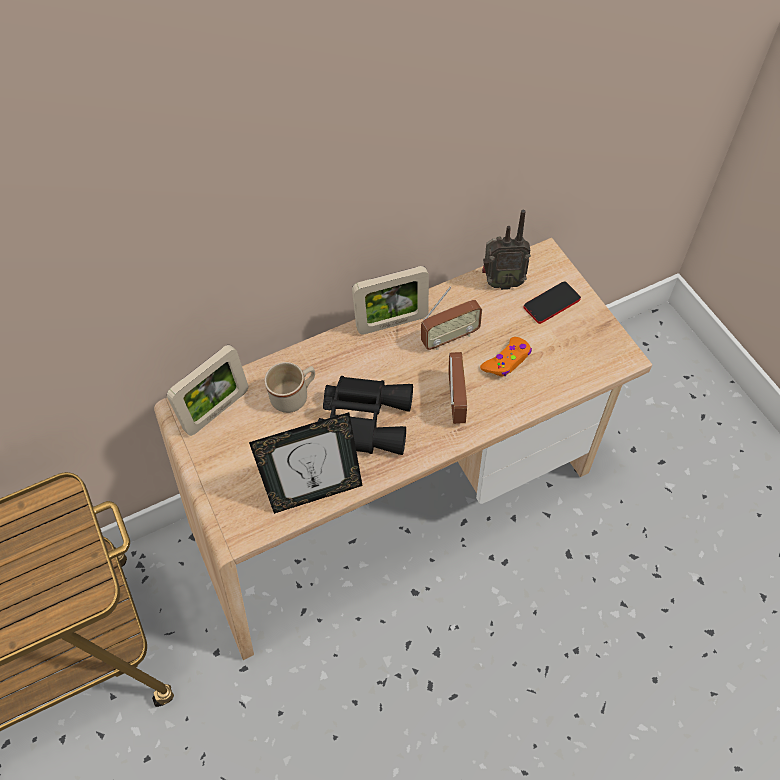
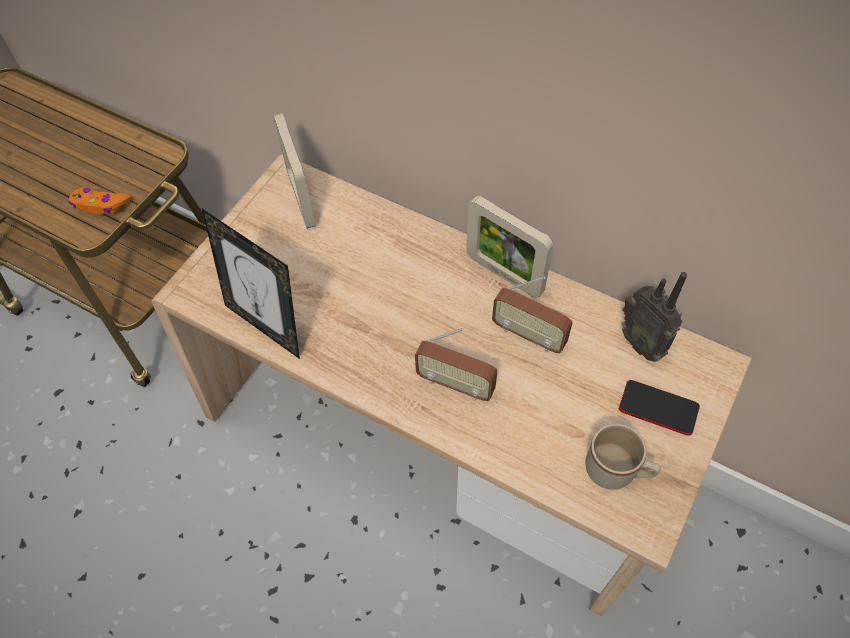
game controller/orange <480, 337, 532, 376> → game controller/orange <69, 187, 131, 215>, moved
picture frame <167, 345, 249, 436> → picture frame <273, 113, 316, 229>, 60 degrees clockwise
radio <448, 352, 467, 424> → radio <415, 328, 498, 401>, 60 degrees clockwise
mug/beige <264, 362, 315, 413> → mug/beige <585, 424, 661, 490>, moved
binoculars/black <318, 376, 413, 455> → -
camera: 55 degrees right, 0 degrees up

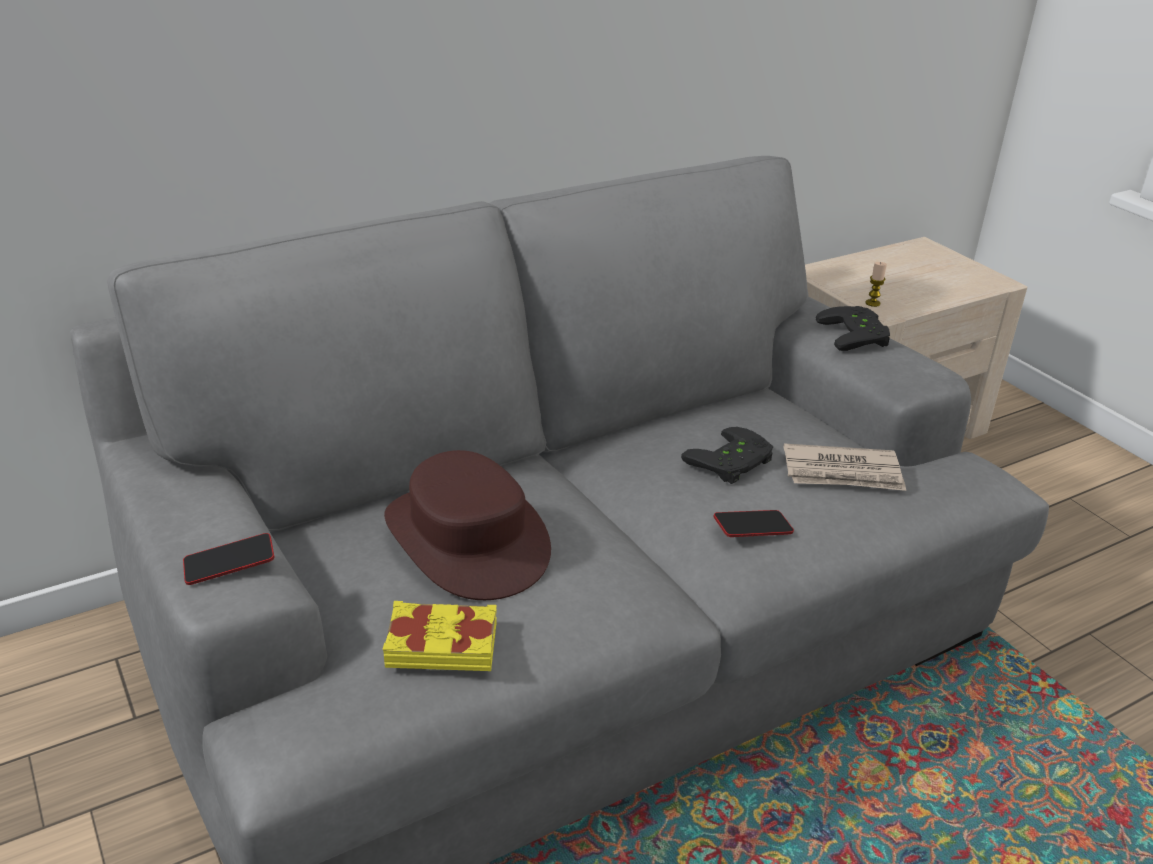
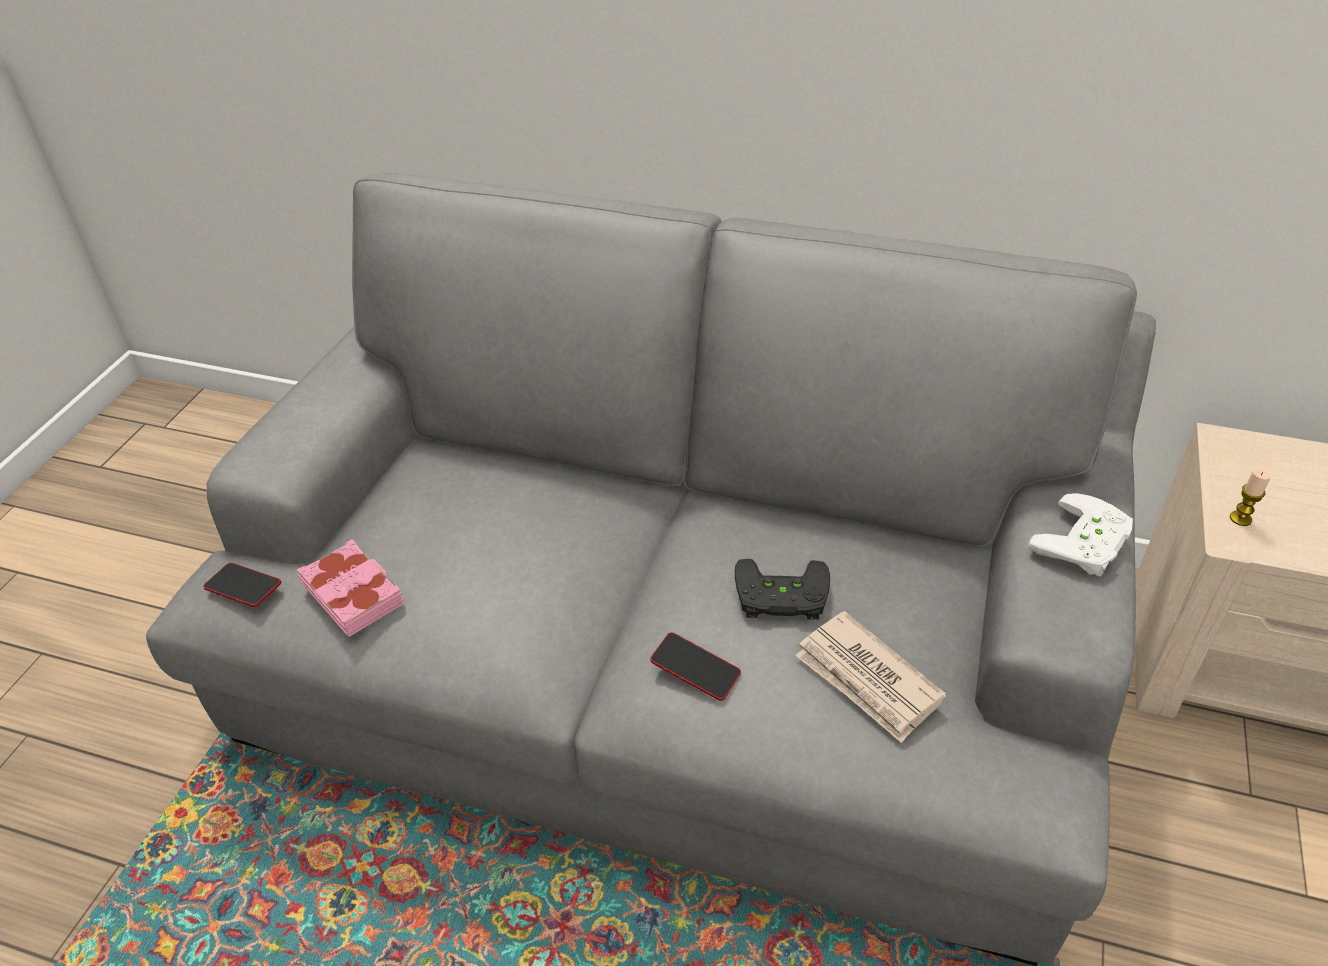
game controller/black <816, 306, 890, 351> → game controller/white <1028, 493, 1133, 576>
hat/brown <384, 450, 551, 600> → -
phone <183, 533, 274, 585> → phone <203, 563, 281, 607>, moved
book/yellow <383, 601, 497, 671> → book/pink <297, 539, 404, 637>
camera: 50 degrees right, 10 degrees up

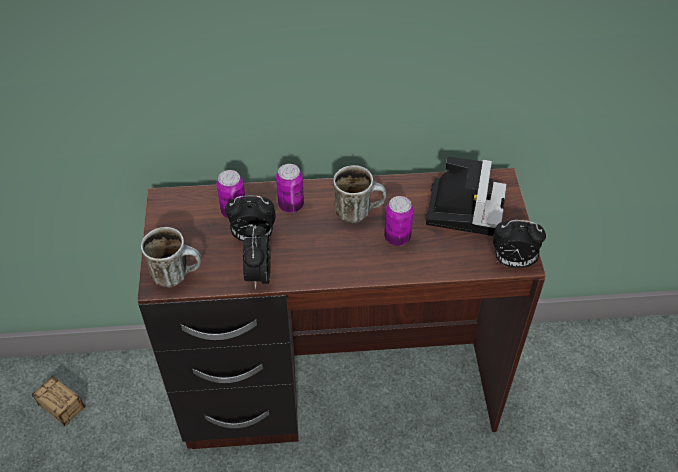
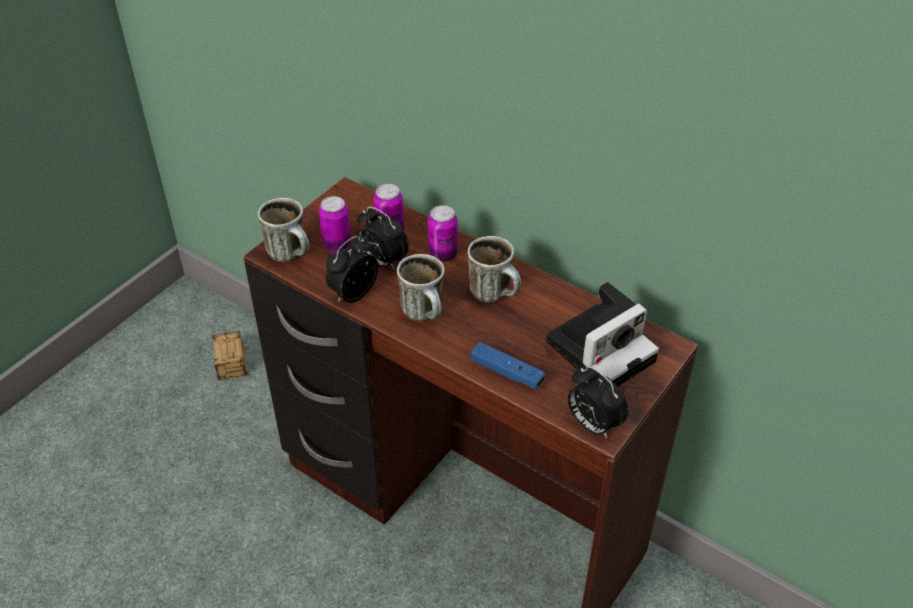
can <384, 196, 414, 246> → can <319, 196, 351, 253>, moved
- → mug <397, 254, 445, 321>
- → game controller/blue <471, 342, 545, 389>
camera: 40 degrees right, 5 degrees down

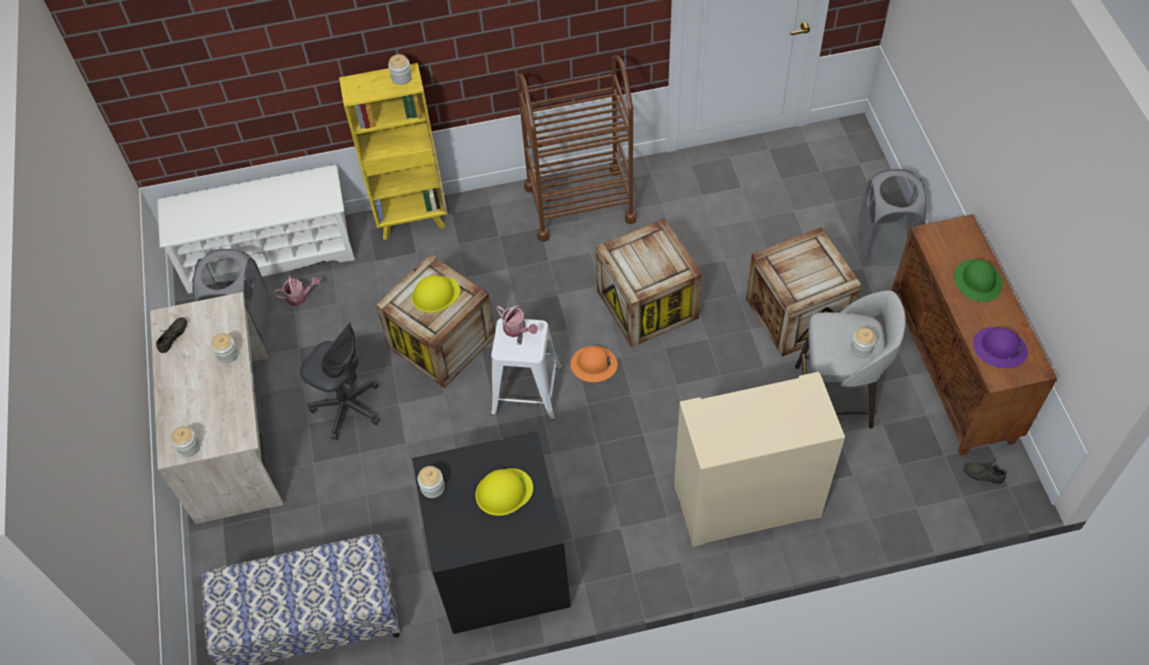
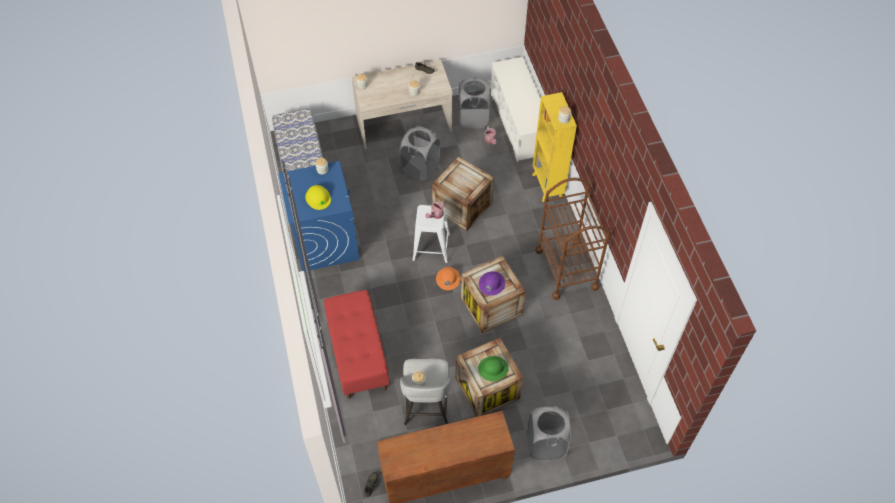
hard hat/green <954, 259, 1003, 302> → hard hat/green <478, 356, 509, 381>, moved
hard hat/yellow <412, 275, 460, 313> → -
office chair/grey <300, 322, 380, 440> → laundry basket/grey <400, 126, 440, 181>
hard hat/purple <973, 327, 1028, 368> → hard hat/purple <479, 271, 505, 296>, moved
cabinet/beige <674, 372, 845, 547> → bench/red <324, 290, 390, 399>
washing machine/black <412, 431, 571, 634> → washing machine/blue <278, 161, 359, 272>
camera: 85 degrees right, 0 degrees up

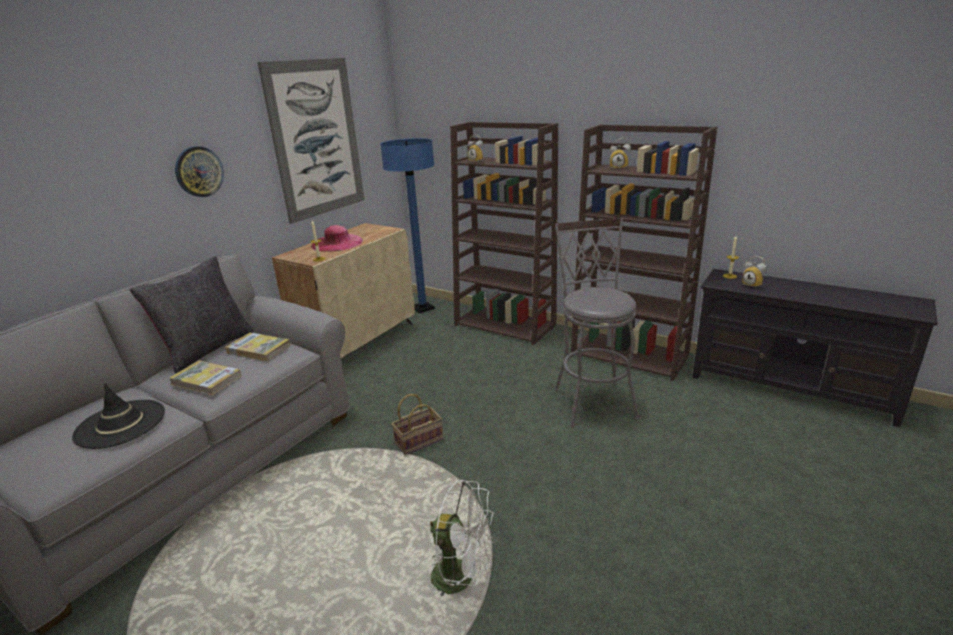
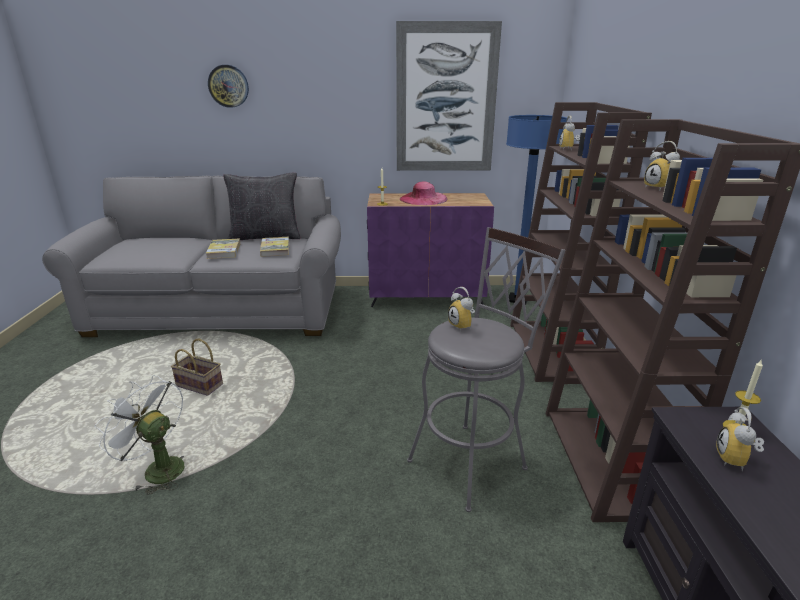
wall clock <175, 146, 224, 197> → wall clock <208, 65, 249, 108>, moved
cabinet/beige <272, 223, 415, 358> → cabinet/purple <367, 193, 494, 307>
hat/black <72, 383, 165, 449> → -
basket <391, 394, 443, 455> → basket <171, 338, 223, 396>, moved
fan/white <430, 480, 494, 596> → fan/white <95, 375, 185, 495>, 135 degrees clockwise
- → alarm clock <448, 287, 475, 331>
camera: 55 degrees right, 0 degrees up

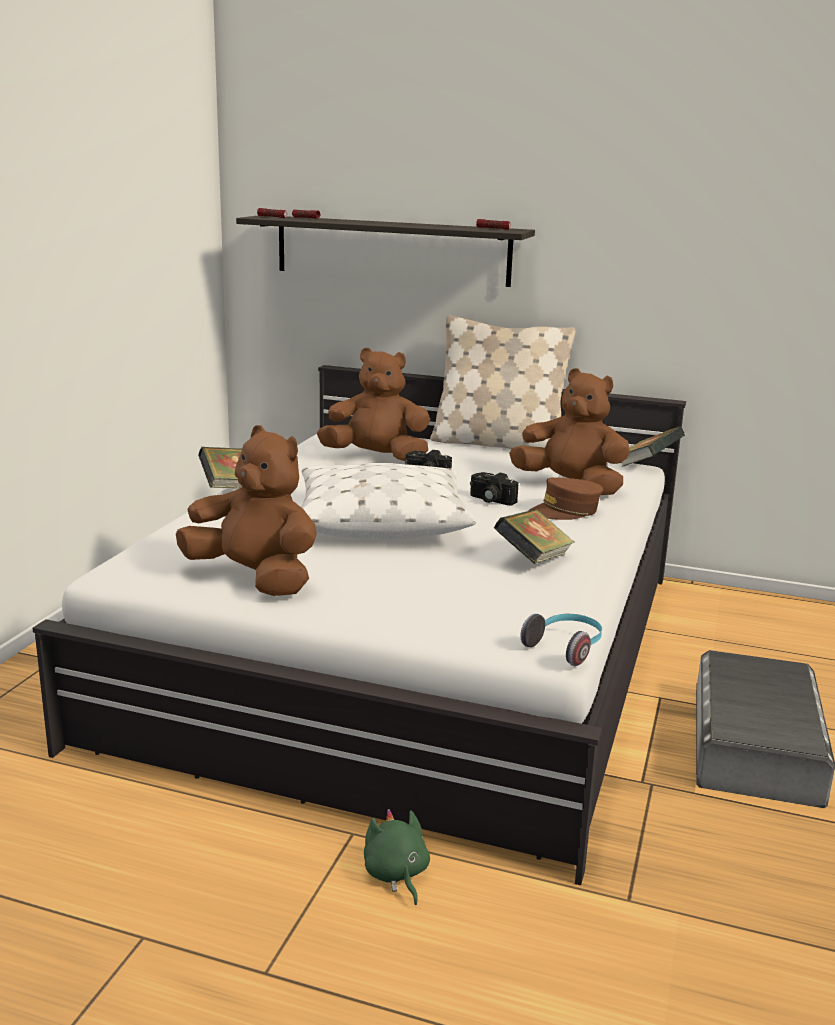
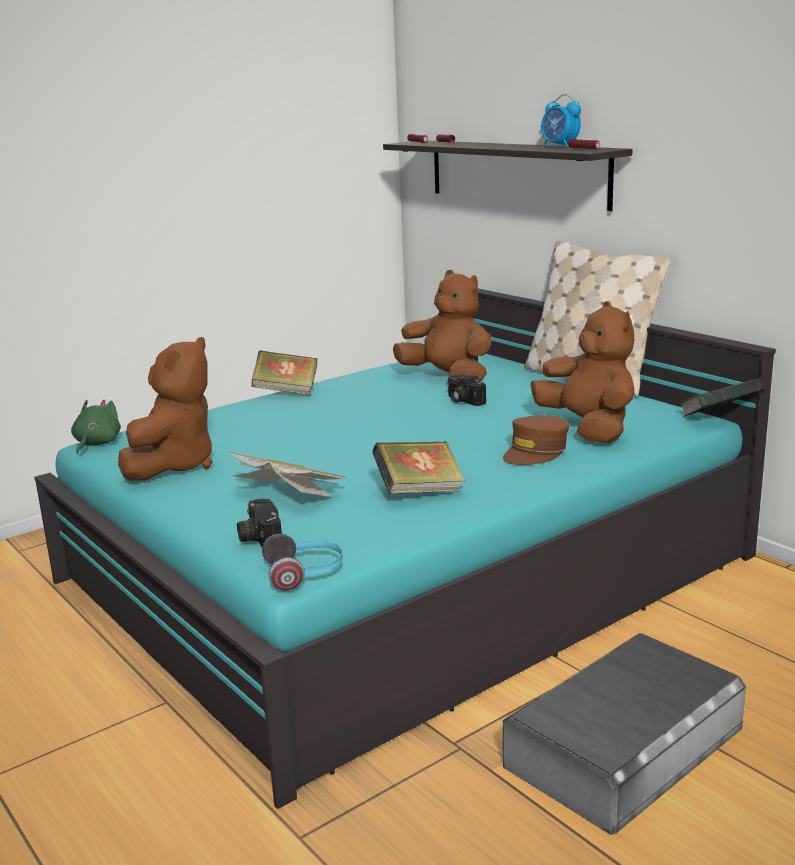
bed/white <33, 365, 686, 885> → bed/turquoise <34, 288, 776, 809>
plush toy/brown <176, 425, 317, 596> → plush toy/brown <118, 337, 213, 481>, 45 degrees clockwise
pillow/white <301, 463, 476, 539> → -
photo camera <470, 472, 518, 506> → photo camera <237, 499, 282, 547>, moved
cap/brown <529, 477, 603, 520> → cap/brown <503, 415, 570, 465>, 60 degrees counterclockwise
plush toy/green <364, 809, 430, 905> → plush toy/green <71, 399, 121, 454>, moved
- → alarm clock <541, 94, 581, 147>
- → book <229, 452, 346, 497>
camera: 35 degrees right, 0 degrees up

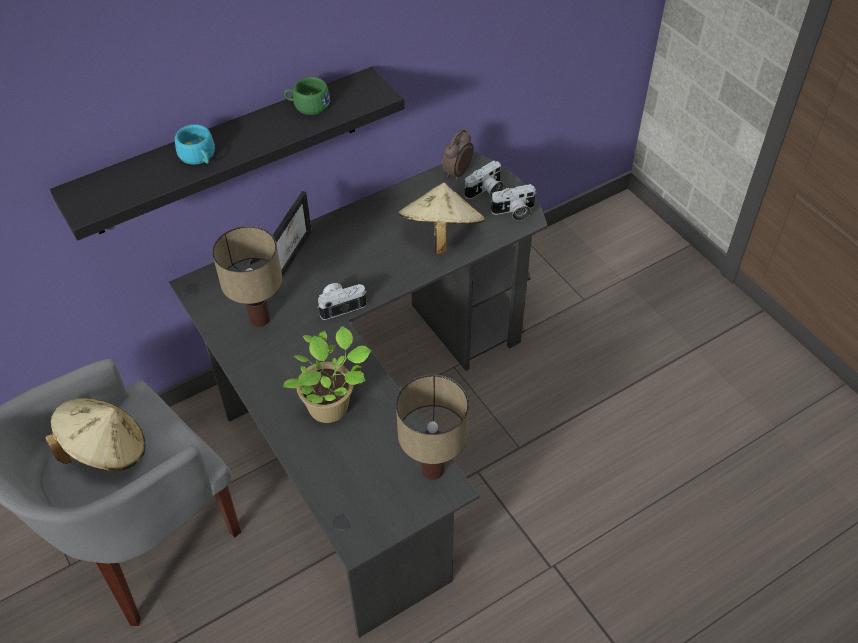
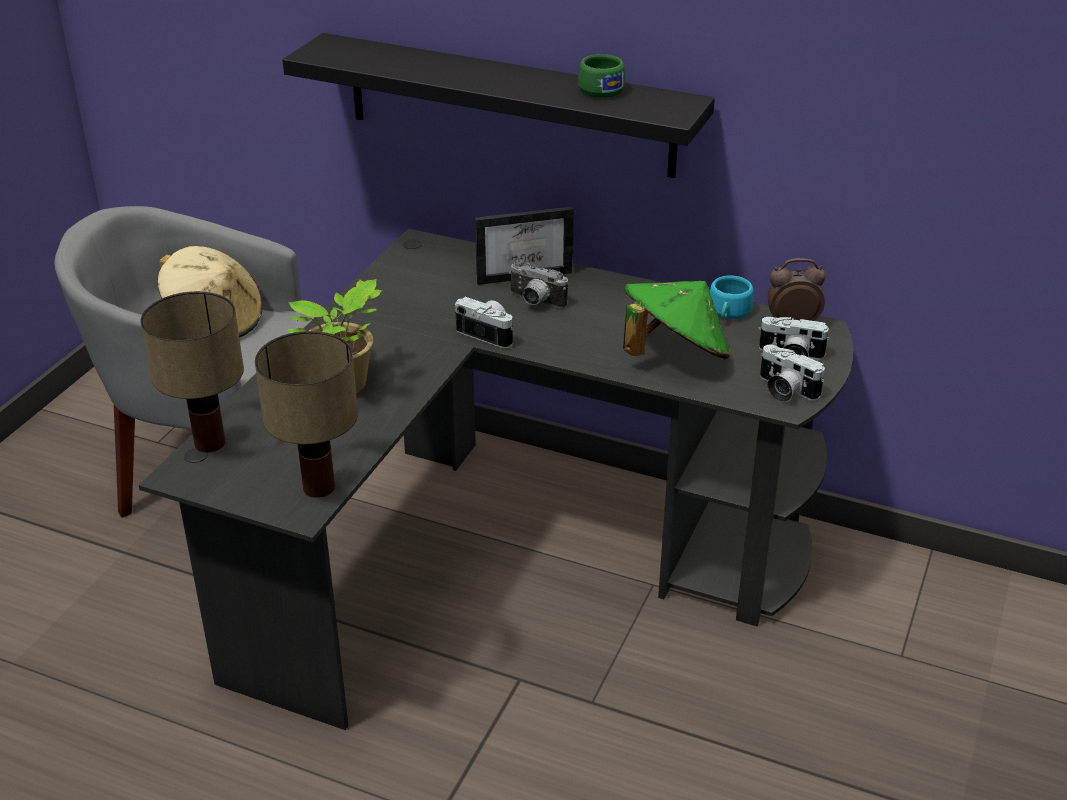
cup/turquoise <175, 124, 215, 164> → cup/turquoise <710, 275, 754, 319>, moved
hat/beige <398, 183, 486, 255> → hat/green <623, 281, 731, 359>
table lamp <212, 226, 283, 327> → table lamp <140, 291, 244, 452>, moved
- → photo camera <509, 259, 568, 309>
camera: 55 degrees right, 15 degrees down

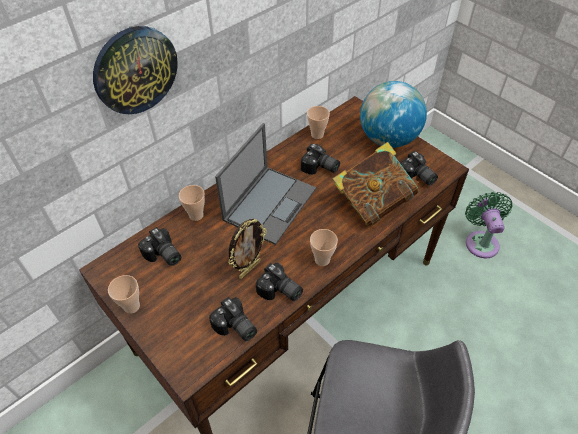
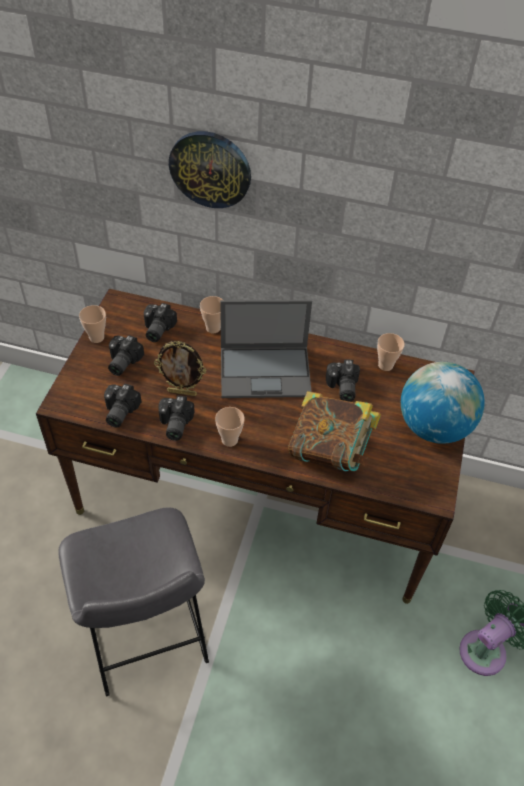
photo camera <400, 151, 438, 186> → photo camera <108, 335, 144, 376>, moved
camera: 55 degrees right, 0 degrees up

